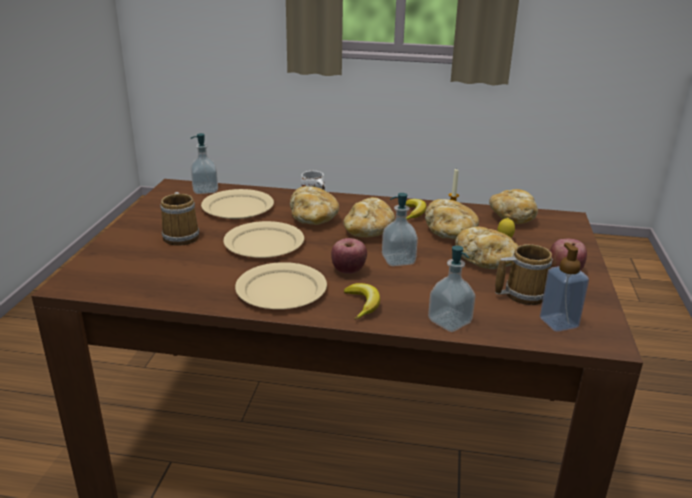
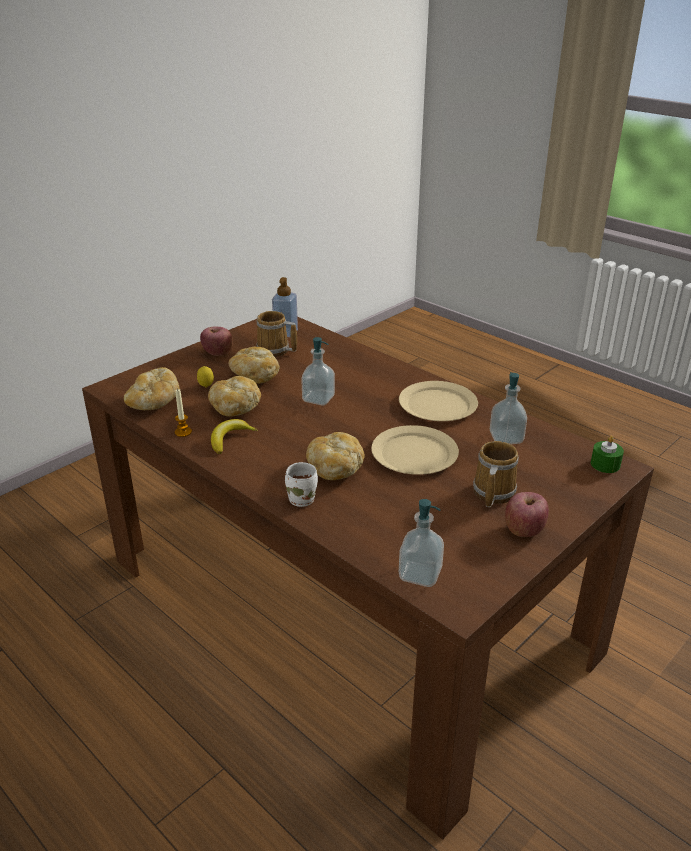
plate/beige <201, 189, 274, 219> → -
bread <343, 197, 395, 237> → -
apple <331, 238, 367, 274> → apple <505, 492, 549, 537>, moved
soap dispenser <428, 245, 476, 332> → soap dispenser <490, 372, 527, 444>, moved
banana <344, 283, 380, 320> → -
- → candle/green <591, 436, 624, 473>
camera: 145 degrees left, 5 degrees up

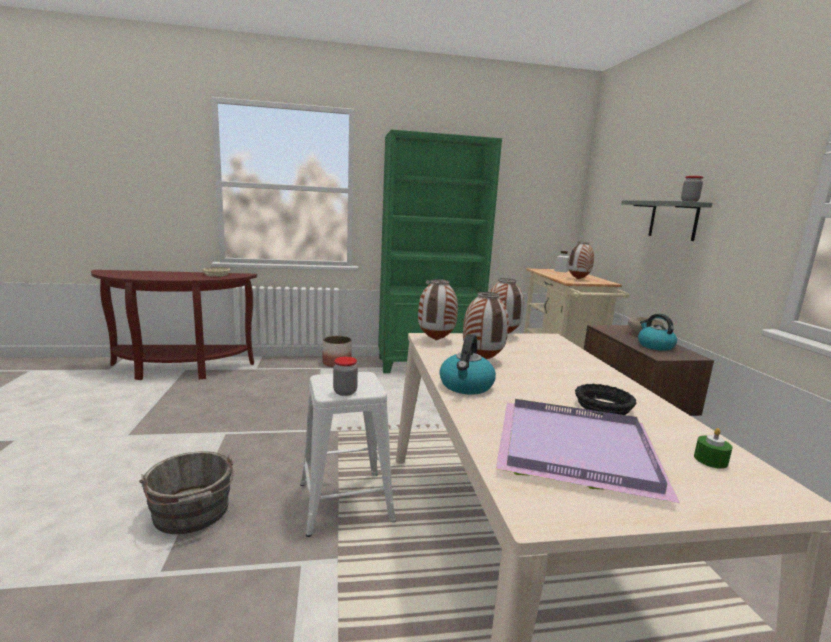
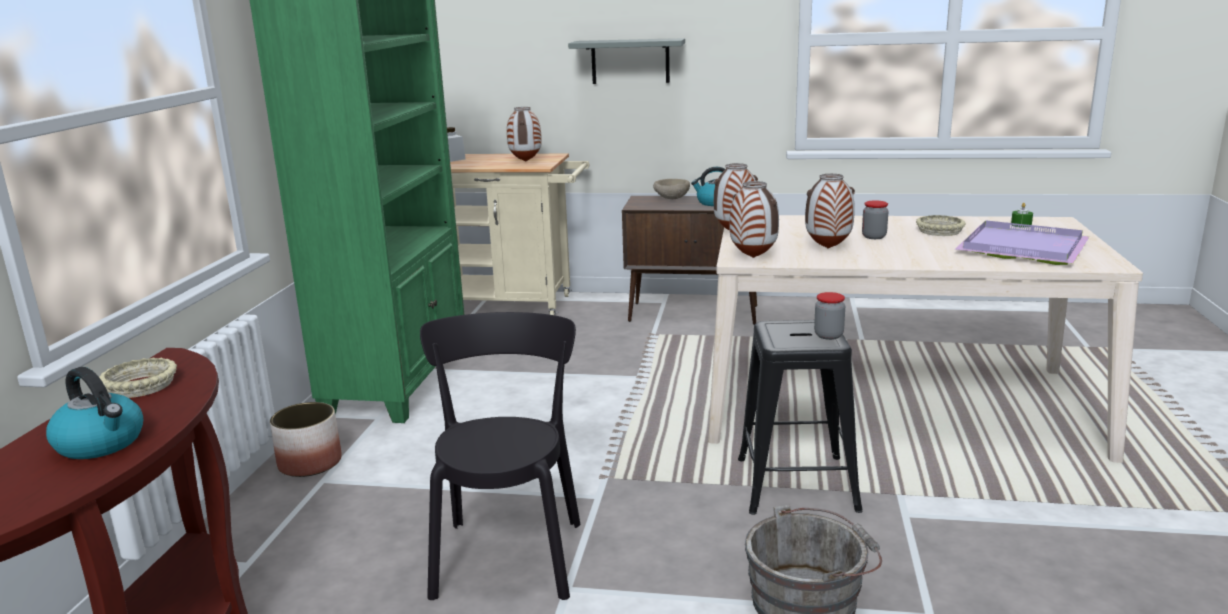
jar <681, 176, 703, 202> → jar <862, 200, 889, 239>, moved
kettle <439, 334, 496, 395> → kettle <46, 367, 143, 459>, moved
stool/white <300, 372, 396, 537> → stool/black <738, 320, 863, 515>
bowl/black <575, 384, 636, 415> → bowl/beige <916, 215, 966, 236>
- → chair/black <420, 312, 581, 600>
camera: 70 degrees left, 5 degrees up

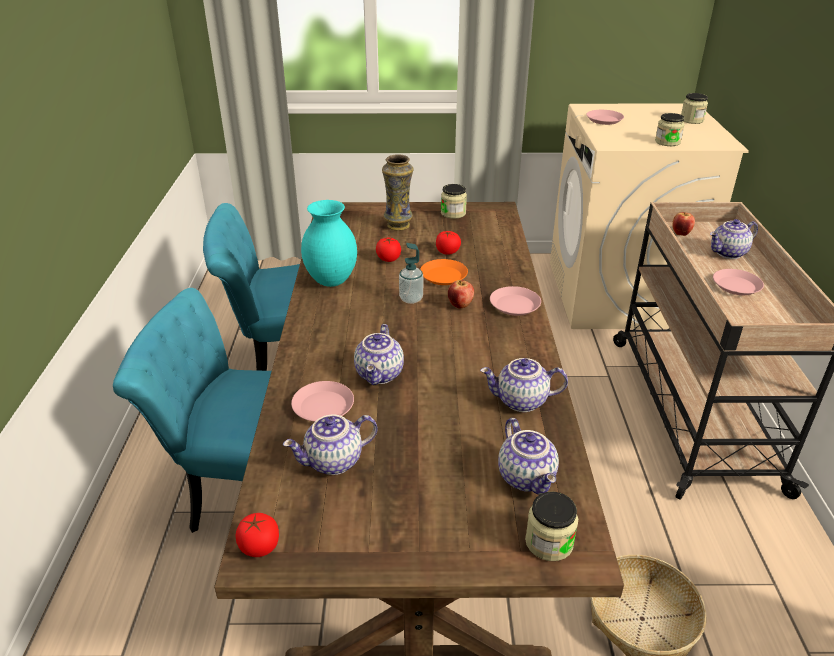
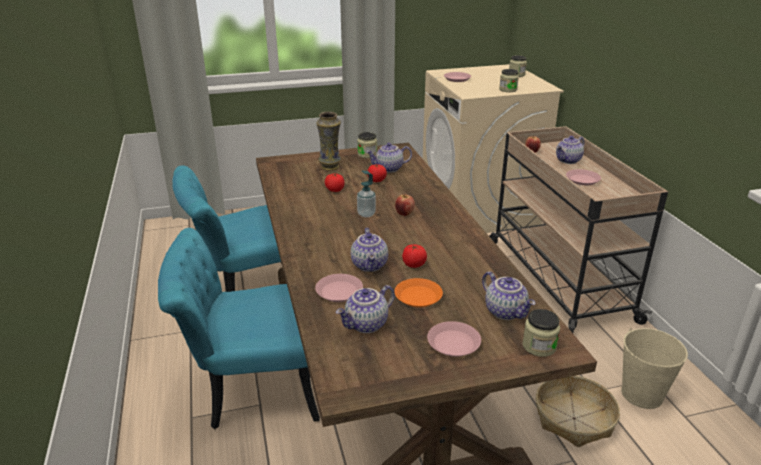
vase/turquoise <301, 200, 357, 287> → -
plate/orange <420, 259, 468, 285> → plate/orange <394, 278, 443, 308>, moved
plate/pink <490, 286, 541, 316> → plate/pink <427, 321, 481, 357>, moved
teapot <480, 358, 568, 412> → teapot <366, 143, 412, 173>, moved
tomato <236, 513, 279, 557> → tomato <402, 244, 427, 268>, moved
- → bucket/beige <621, 328, 688, 409>
camera: 15 degrees left, 5 degrees down

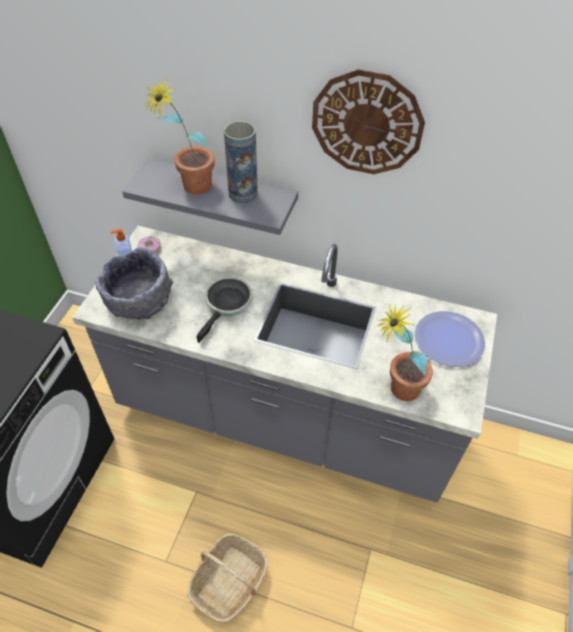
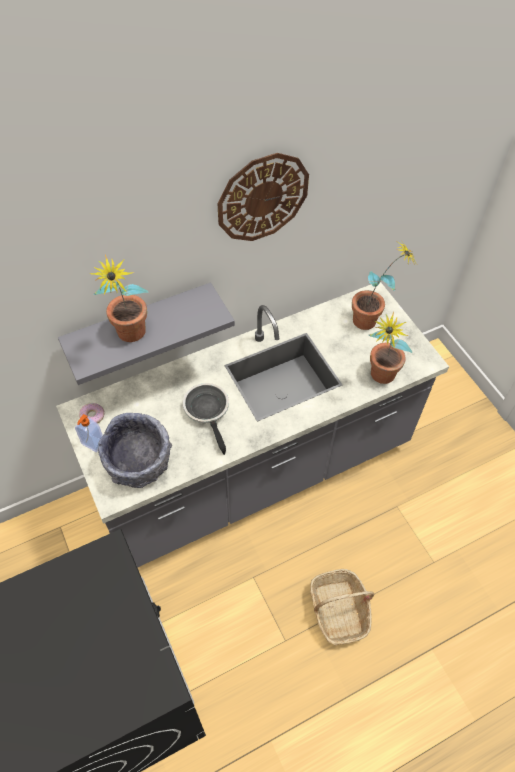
vase <224, 121, 258, 203> → -
plate <415, 311, 485, 367> → potted plant <352, 240, 416, 330>
camera: 45 degrees left, 5 degrees up

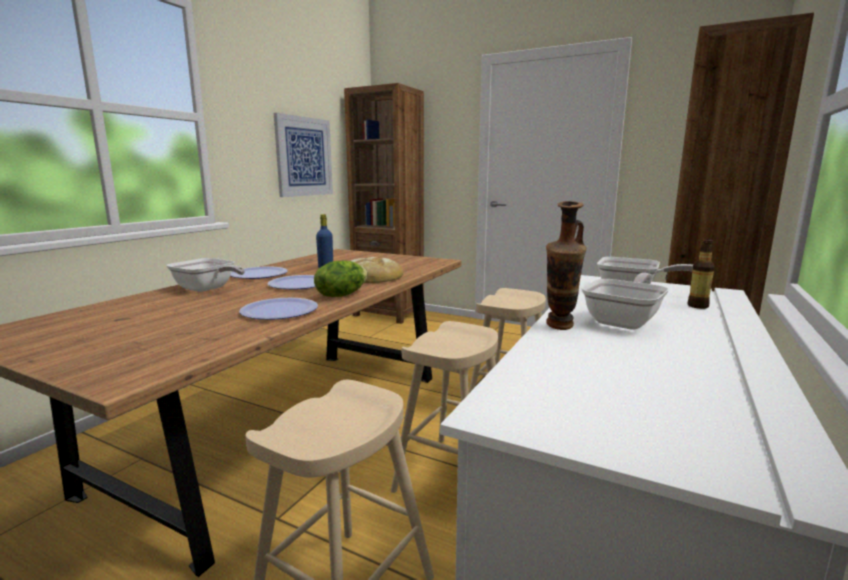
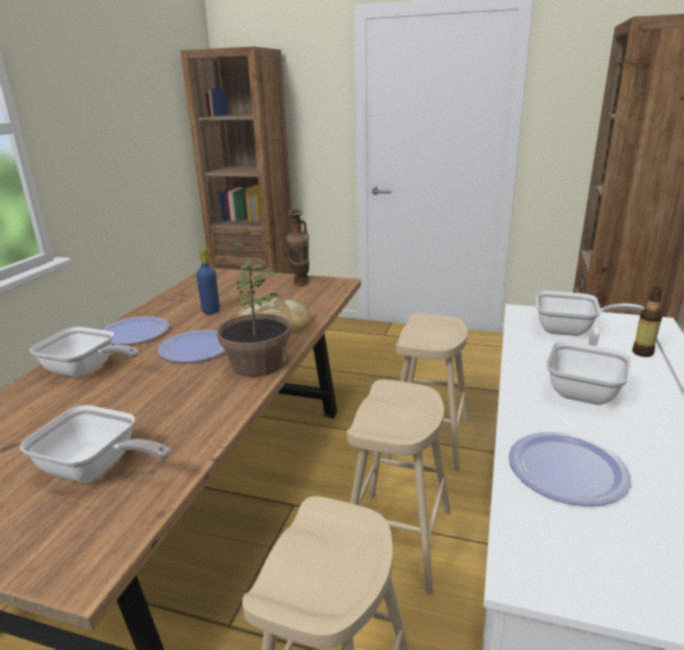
picture <274, 113, 333, 197> → -
vase <546, 201, 586, 330> → vase <286, 209, 310, 286>, moved
lettuce <314, 261, 368, 297> → potted plant <217, 260, 291, 377>
plate <239, 298, 318, 320> → plate <509, 432, 631, 506>, moved
- → frying pan <20, 405, 170, 483>
camera: 10 degrees left, 10 degrees up

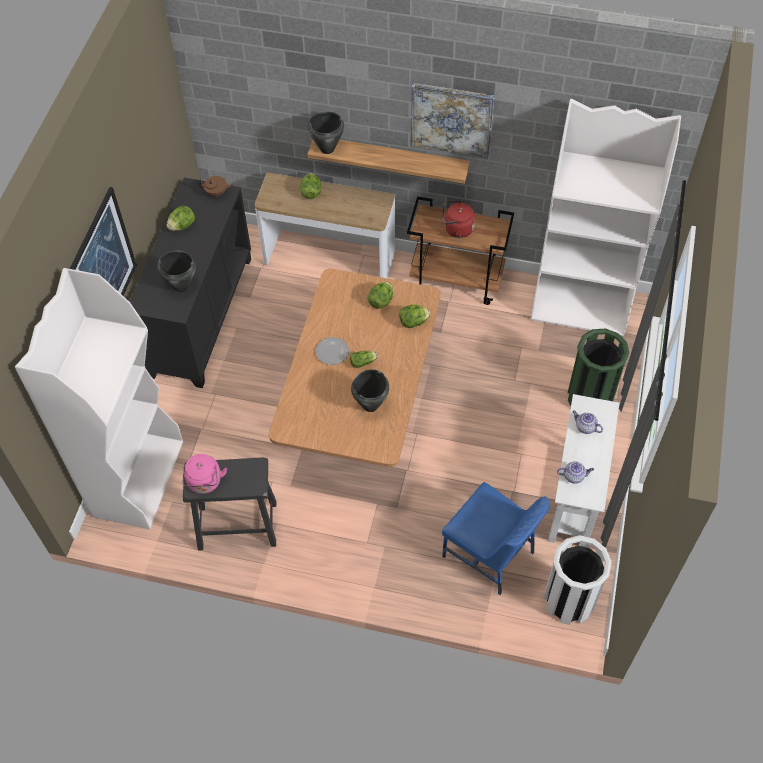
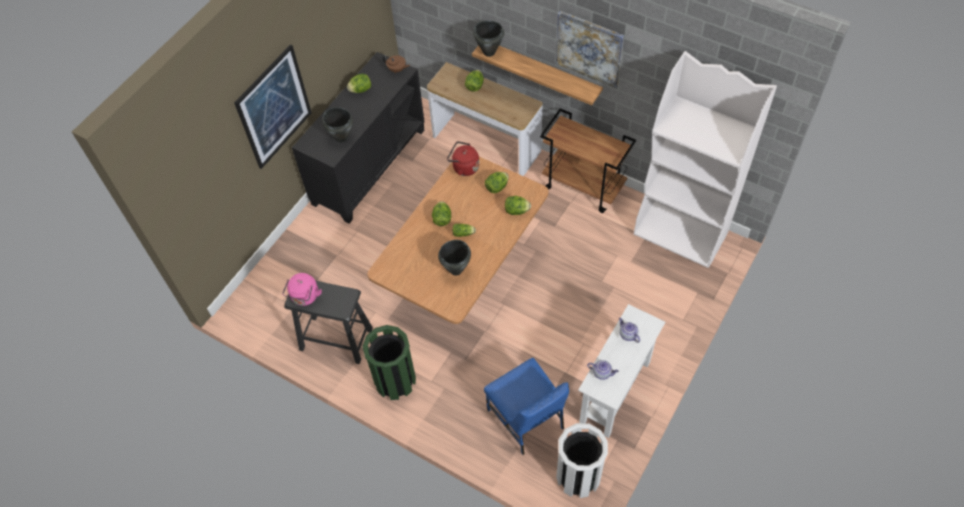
kettle/red <442, 200, 475, 238> → kettle/red <447, 141, 479, 176>, moved
bookcase/white <15, 268, 183, 529> → -
trash can/green <568, 329, 629, 406> → trash can/green <362, 325, 416, 400>, moved
plate <316, 337, 349, 365> → lettuce <432, 201, 451, 226>
camera: 20 degrees right, 0 degrees up

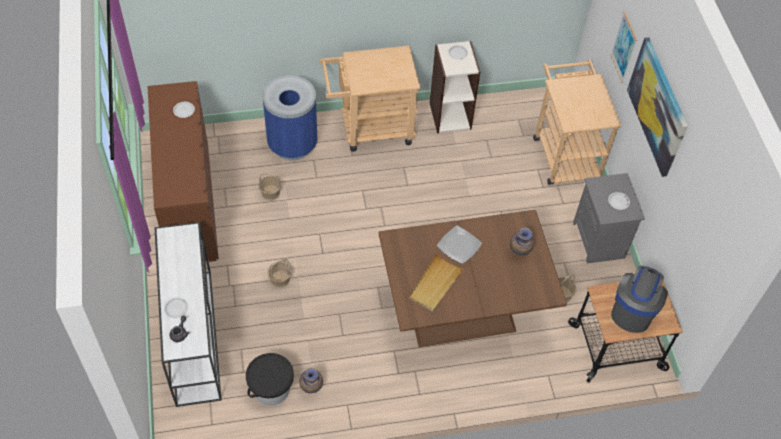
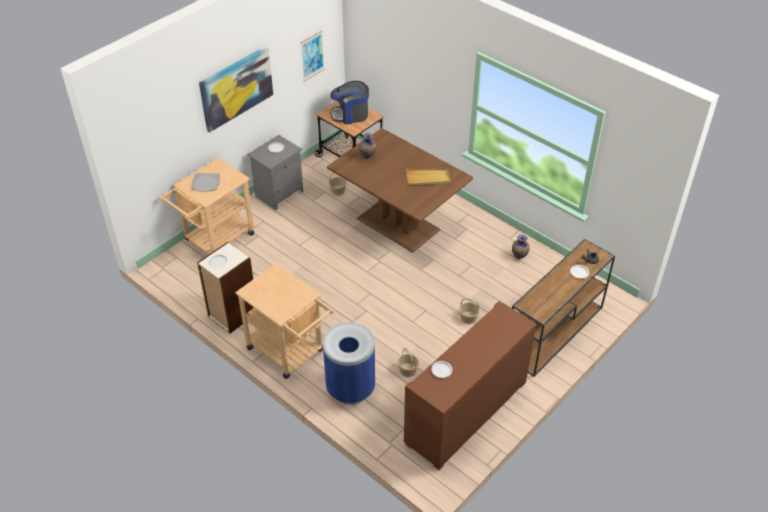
picture <610, 11, 637, 83> → picture <300, 31, 325, 82>, moved
console table/white <154, 222, 222, 407> → console table/brown <512, 239, 615, 377>
plate <437, 225, 482, 264> → plate <191, 173, 220, 191>, moved
bucket/black <246, 353, 294, 406> → -
camera: 125 degrees left, 10 degrees down

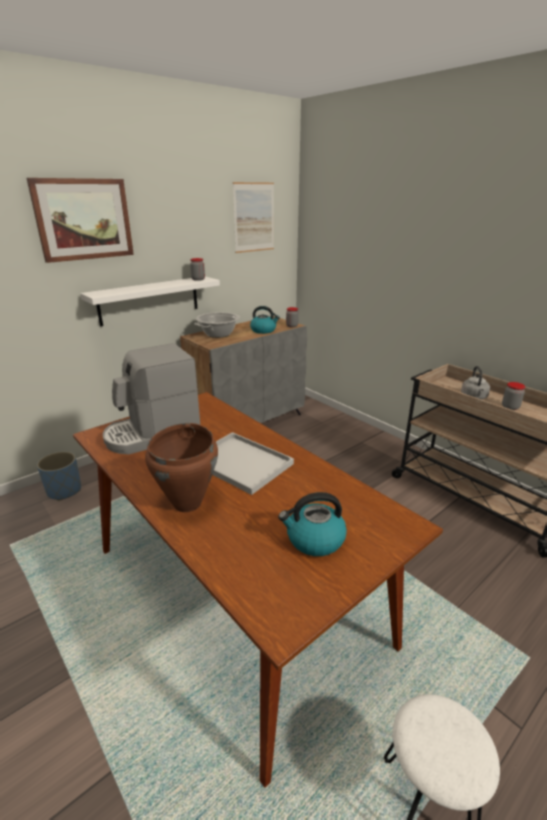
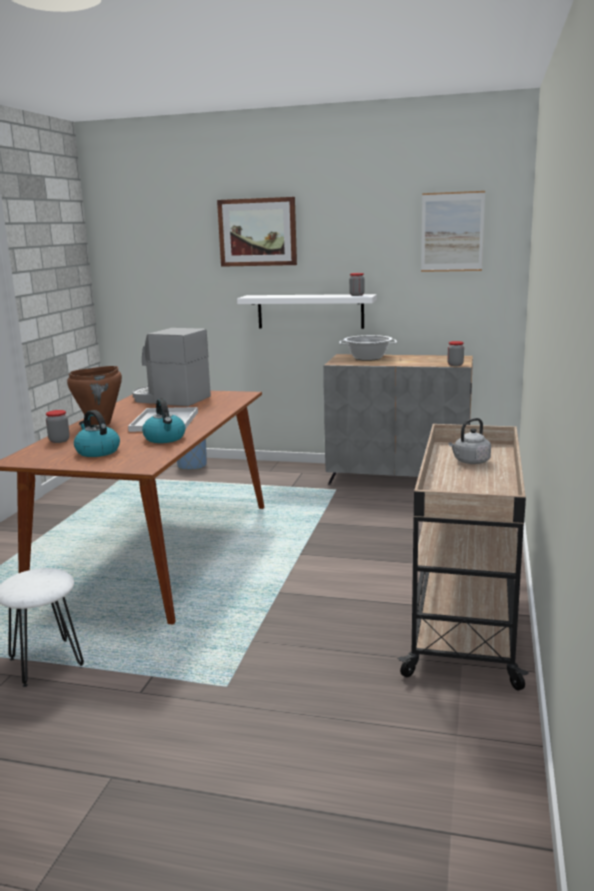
kettle <250, 306, 280, 334> → kettle <142, 399, 185, 443>, moved
jar <502, 382, 525, 410> → jar <46, 410, 70, 443>, moved
camera: 55 degrees right, 10 degrees down

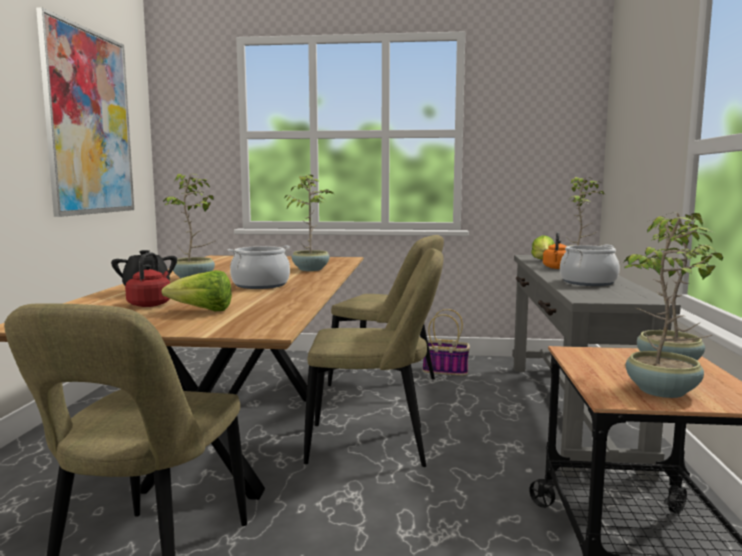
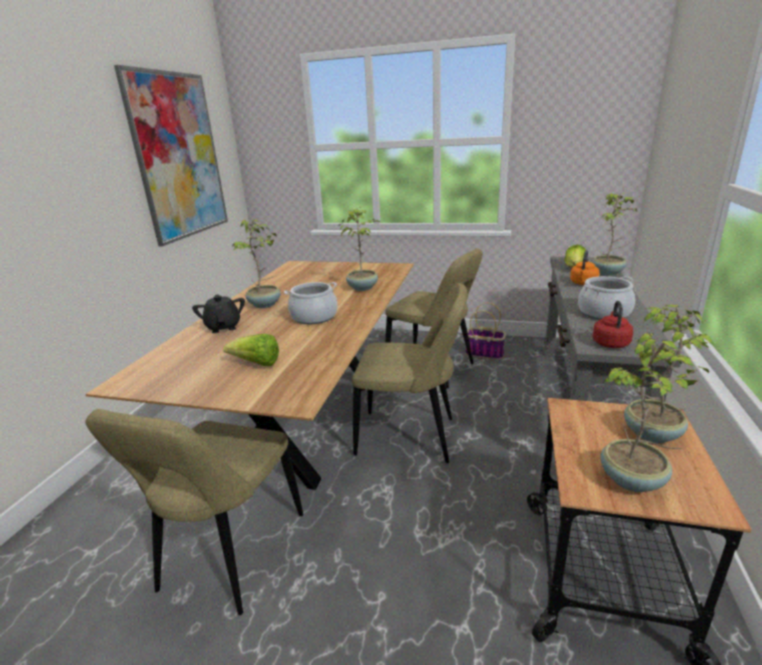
kettle/red <125, 252, 170, 307> → kettle/red <592, 301, 633, 348>, moved
camera: 10 degrees right, 15 degrees up

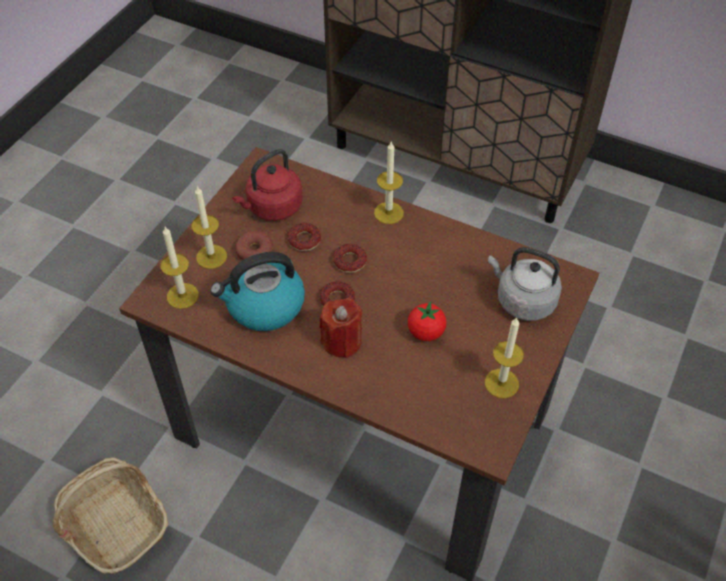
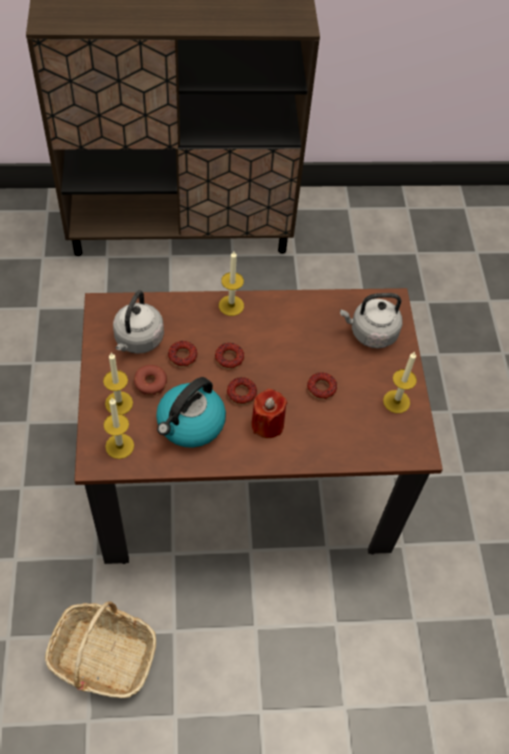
kettle/red <232, 149, 303, 221> → kettle/grey <113, 290, 164, 354>
tomato <408, 301, 446, 341> → donut <307, 372, 337, 399>
camera: 35 degrees left, 5 degrees up

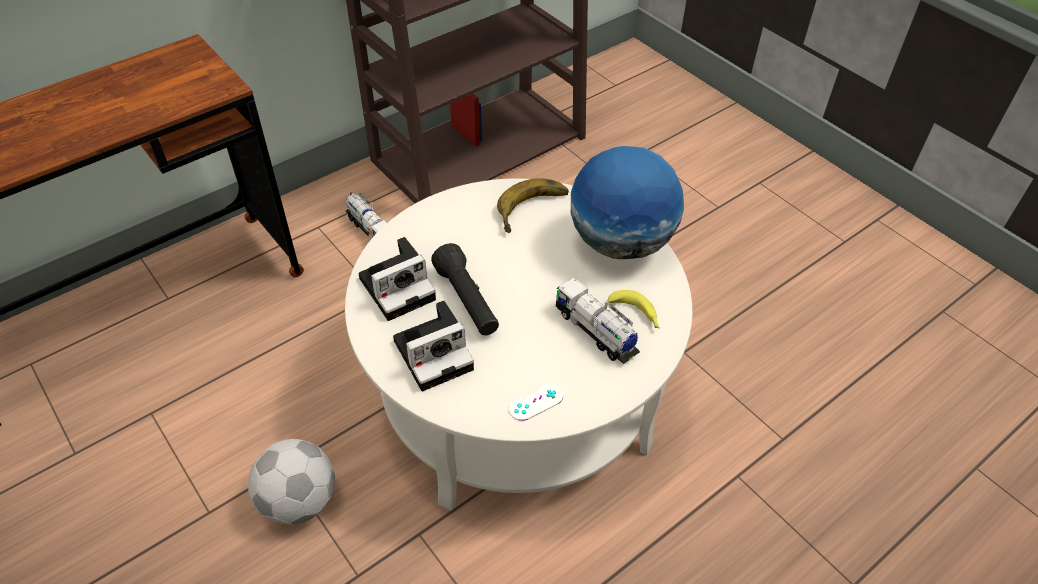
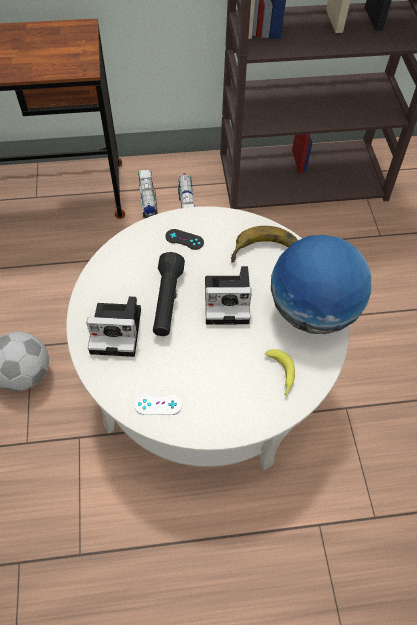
photo camera <358, 237, 436, 321> → photo camera <205, 266, 252, 325>, moved
toy truck <556, 278, 640, 364> → toy truck <138, 170, 157, 218>, moved
- → game controller/black <165, 229, 204, 250>
camera: 30 degrees right, 10 degrees up

